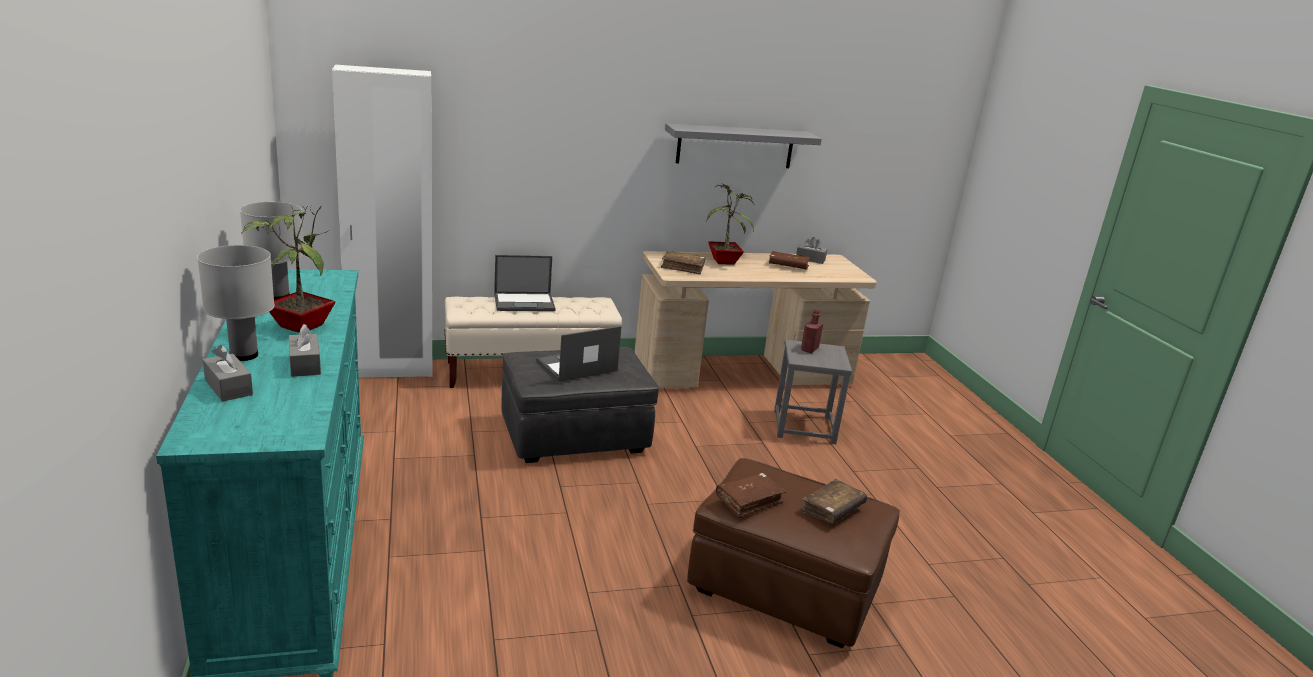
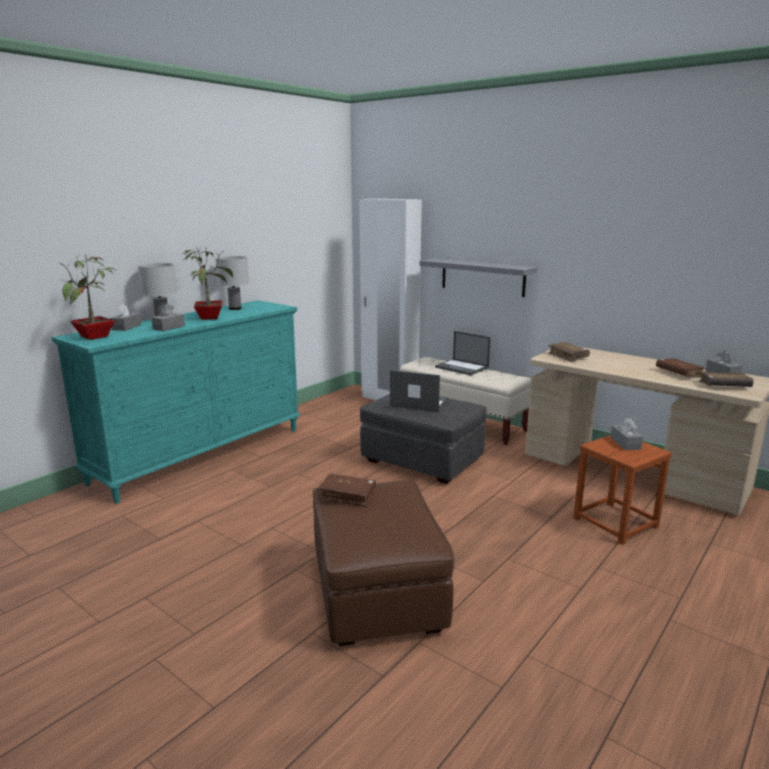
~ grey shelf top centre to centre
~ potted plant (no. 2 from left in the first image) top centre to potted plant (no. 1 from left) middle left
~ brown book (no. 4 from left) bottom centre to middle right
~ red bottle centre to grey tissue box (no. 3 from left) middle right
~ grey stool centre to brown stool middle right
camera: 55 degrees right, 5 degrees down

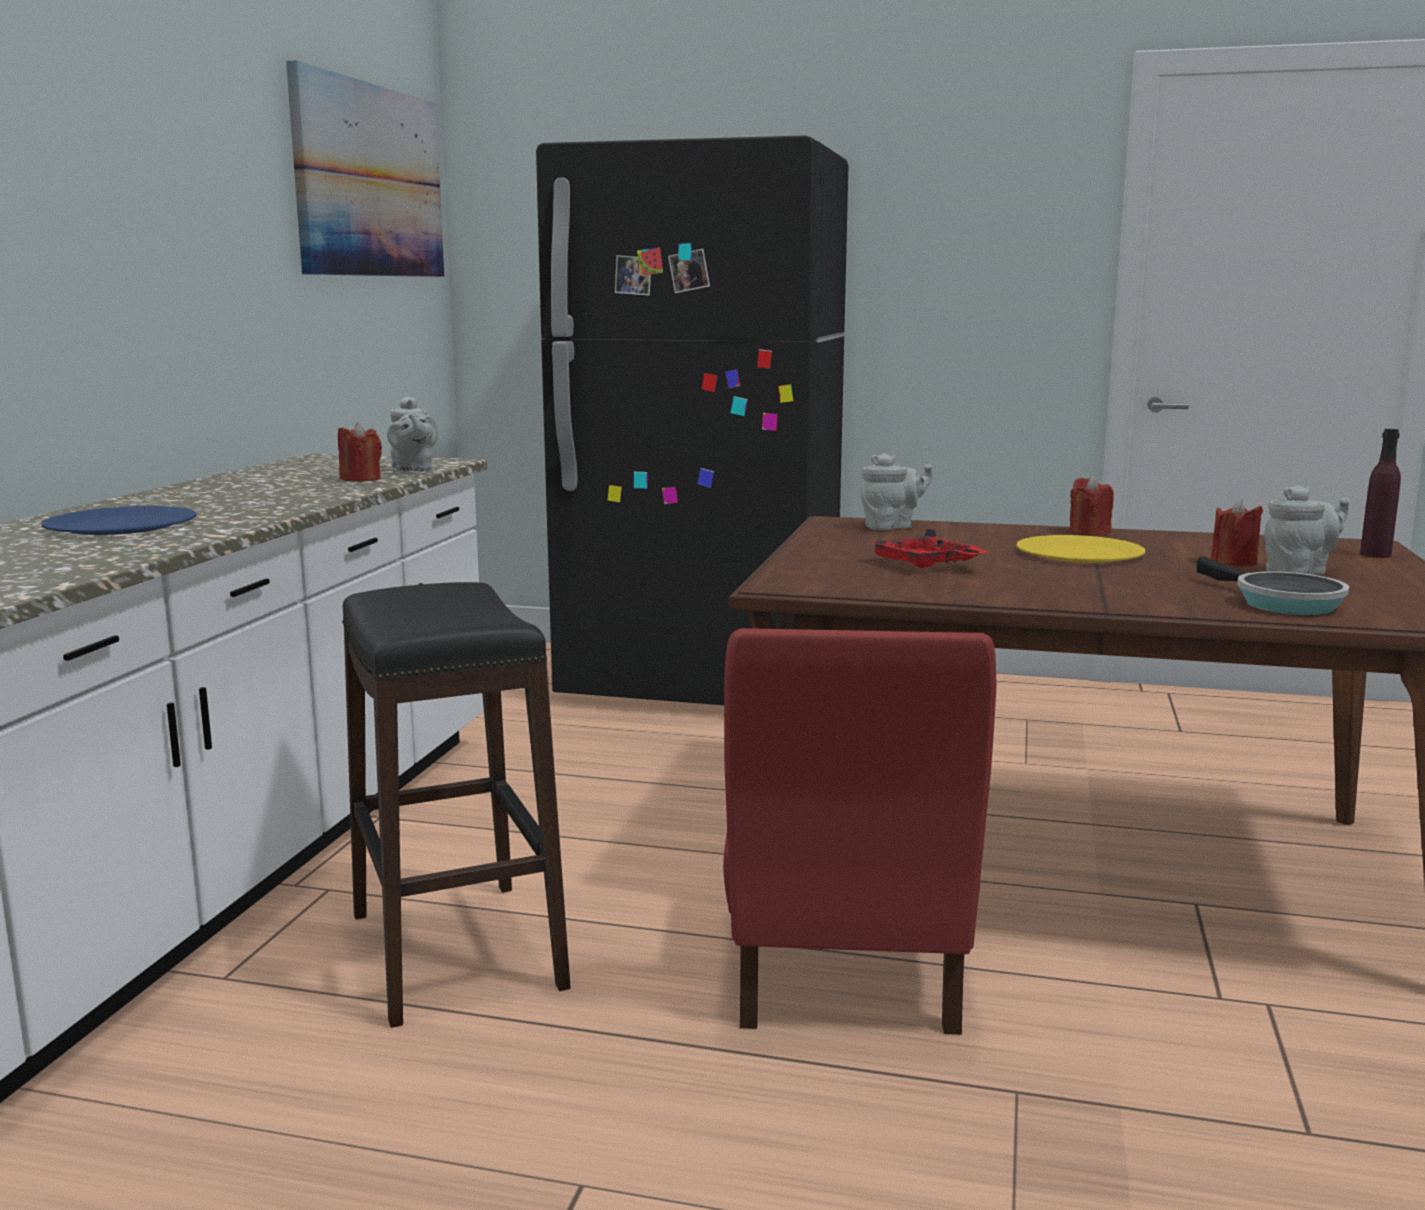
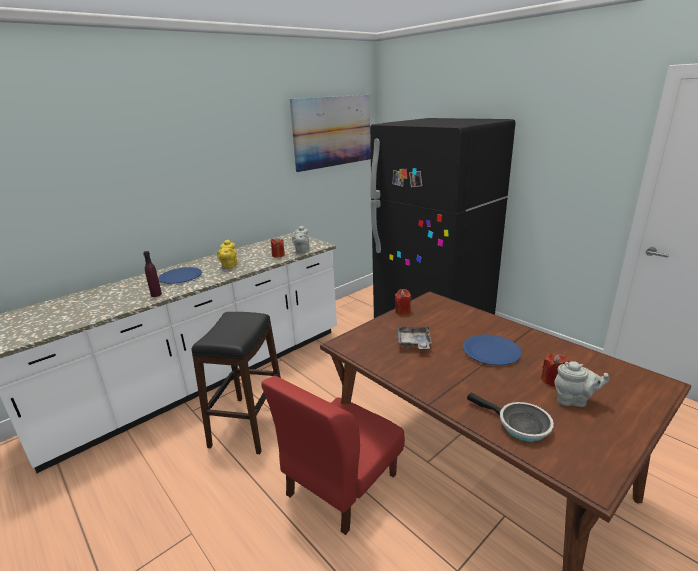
- grey teapot (no. 2 from left) centre
+ yellow teapot middle left
~ red candle (no. 2 from left) middle right to centre
~ purple bottle middle right to middle left
~ red tray centre to grey tray centre
~ yellow plate middle right to blue plate (no. 2 from left) middle right
~ frying pan middle right = bottom right 60 degrees counterclockwise
camera: 35 degrees right, 10 degrees up

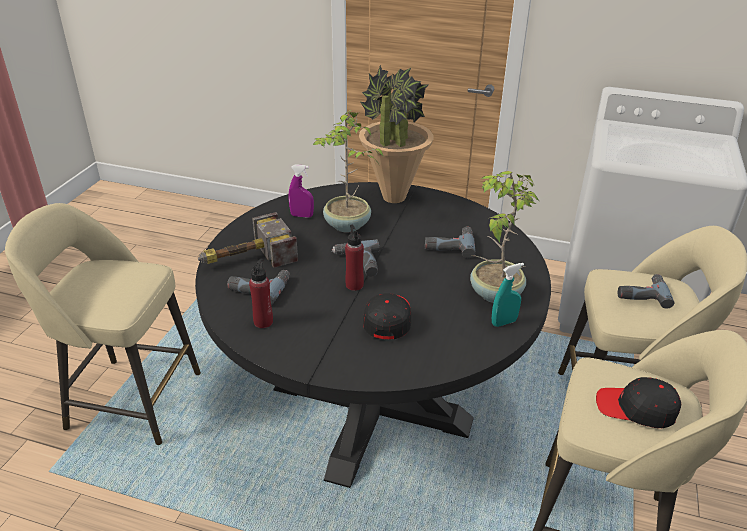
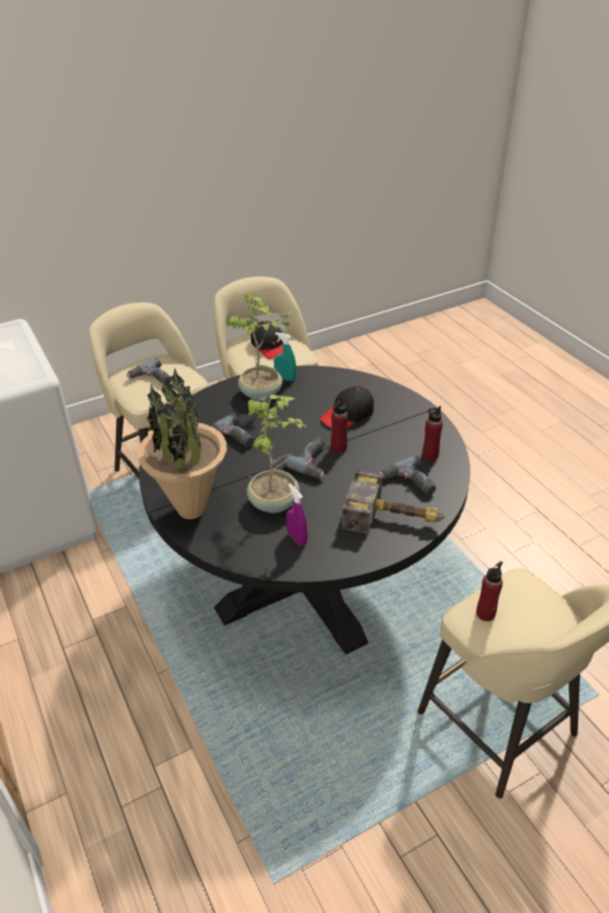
+ red bottle (no. 3 from left) middle right
camera: 135 degrees left, 5 degrees up

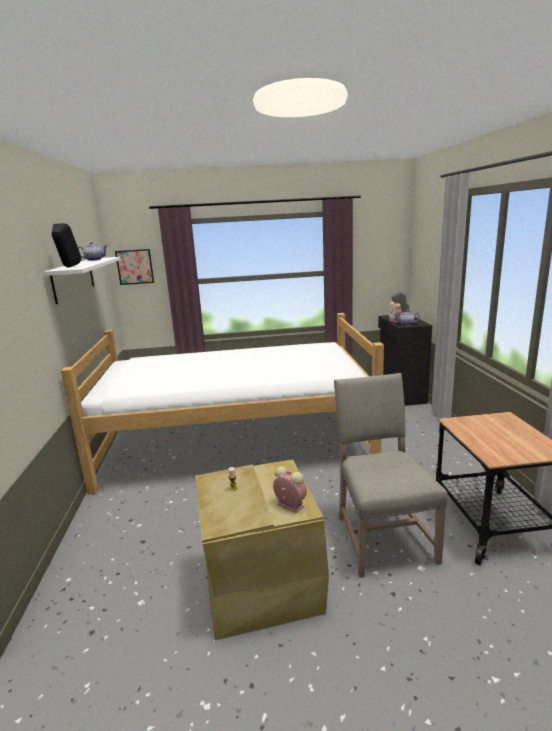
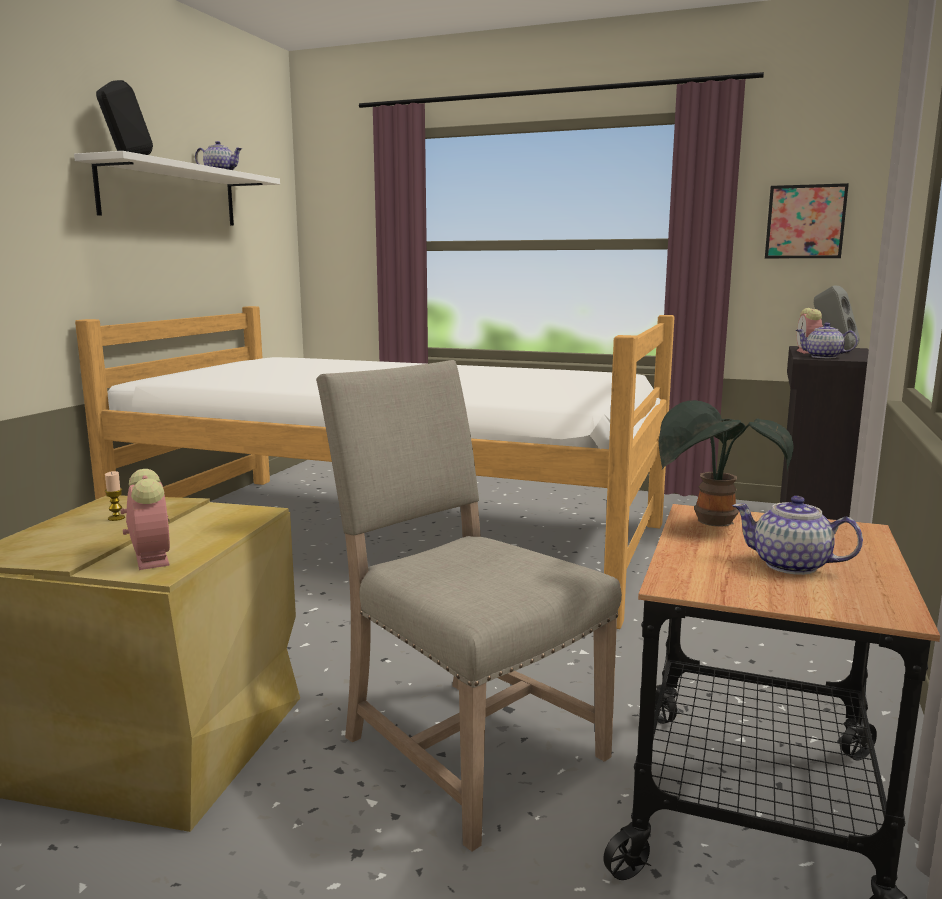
+ potted plant middle right
+ teapot (no. 2 from left) middle right
~ picture middle left to top right
~ beige chair middle right = bottom centre 60 degrees counterclockwise
camera: 25 degrees right, 5 degrees down

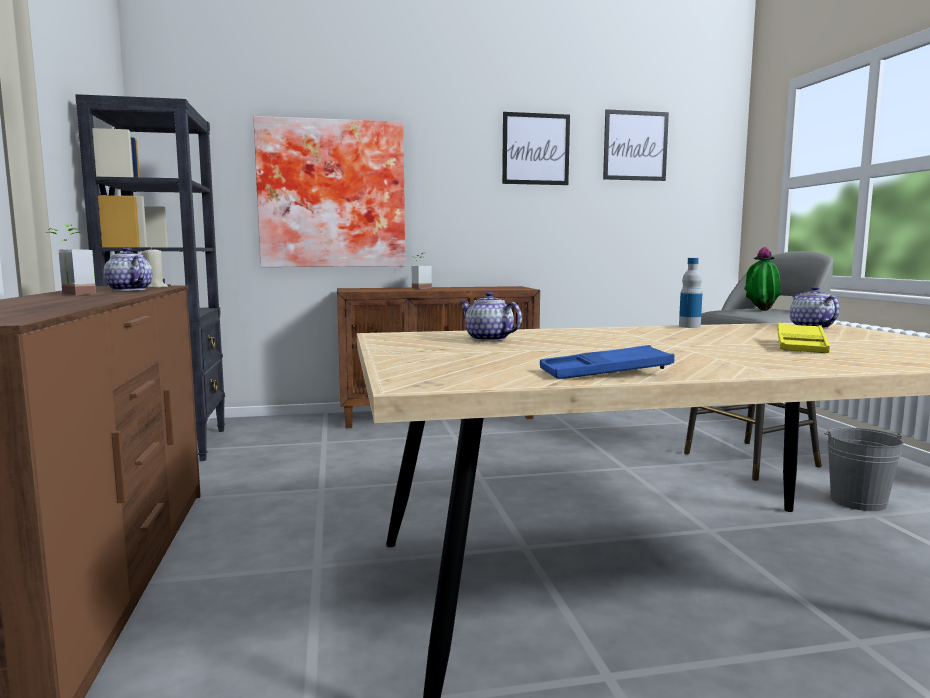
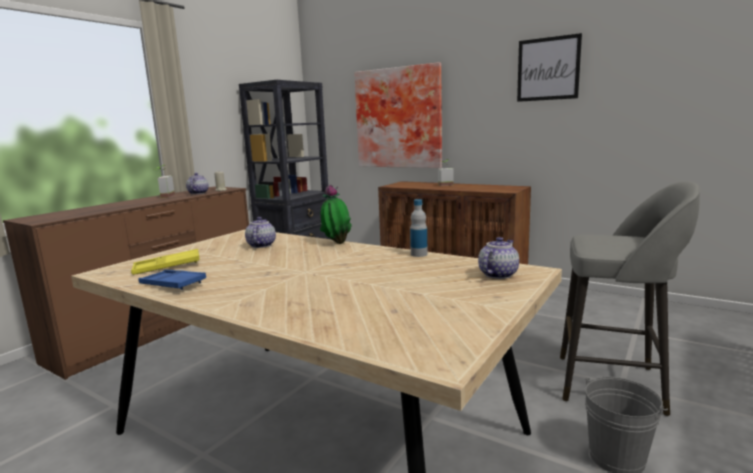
- picture (no. 3 from left) top right
~ potted plant (no. 3 from left in the first image) middle right to potted plant (no. 2 from left) centre
~ yellow tray middle right to middle left
camera: 45 degrees right, 5 degrees up

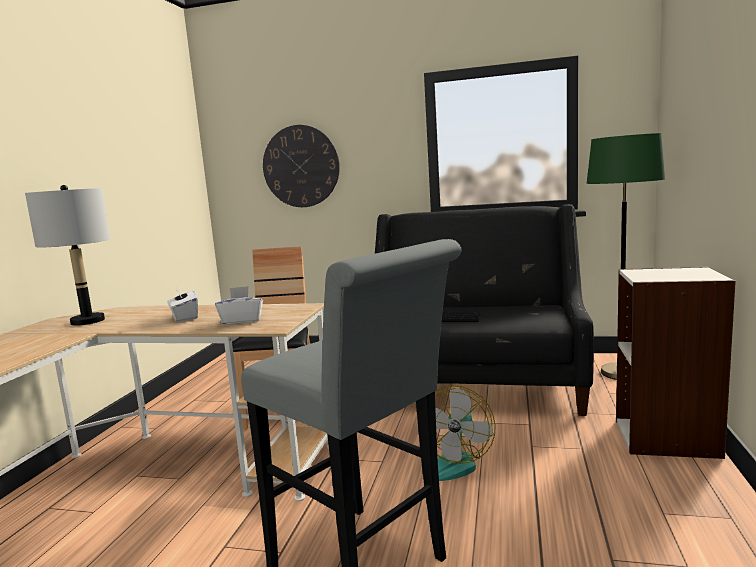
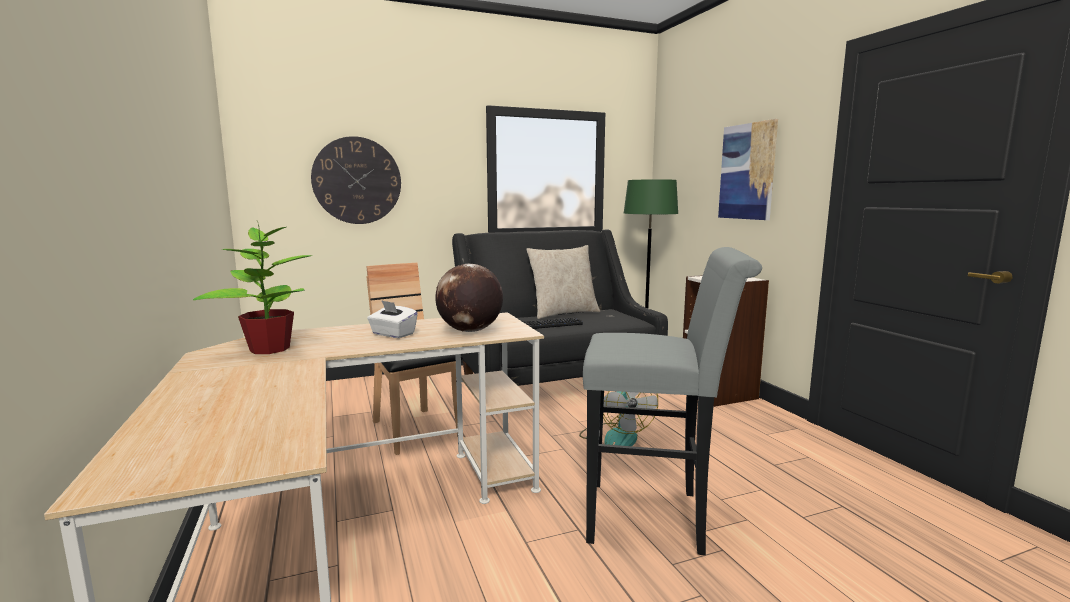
+ beige pillow centre
+ picture top right
~ grey table lamp middle left to potted plant middle left
~ white tissue box (no. 2 from left) middle left to globe centre
camera: 35 degrees left, 0 degrees up

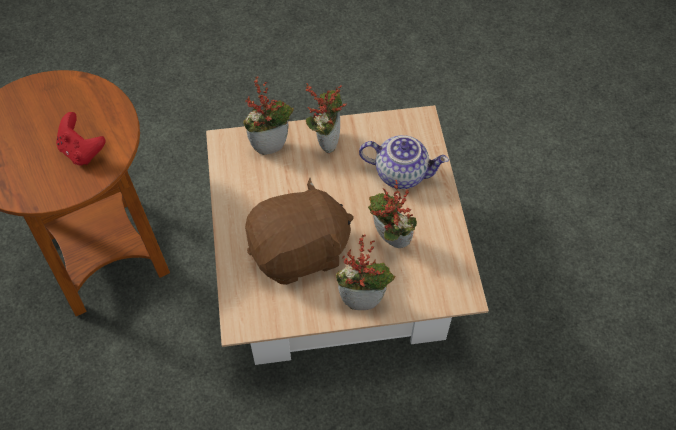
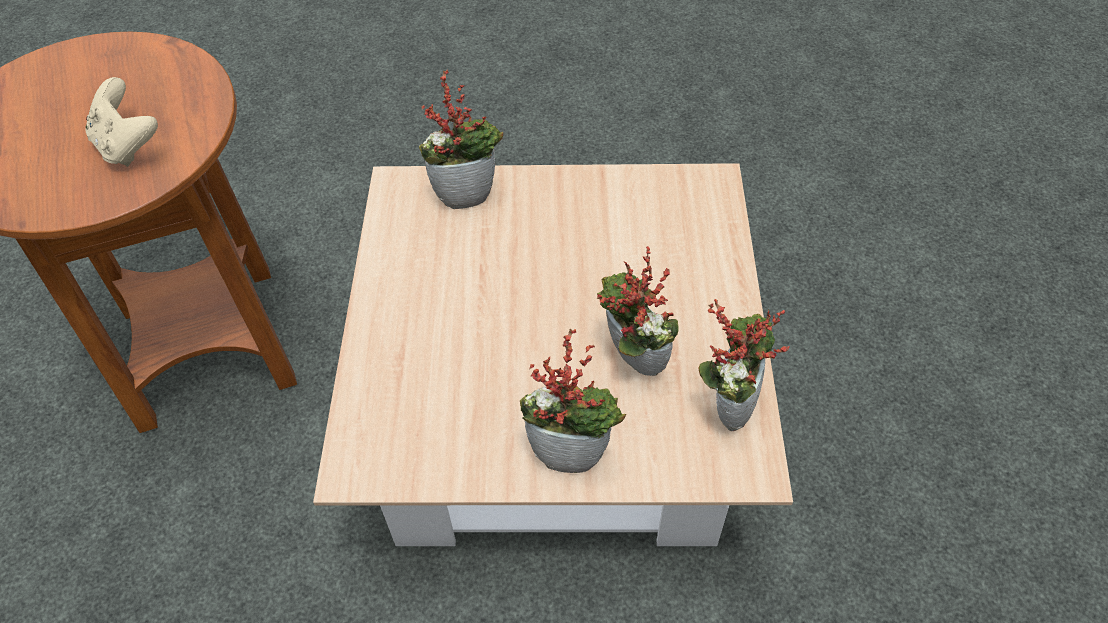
- brown plush toy centre
- teapot centre
~ potted plant (no. 2 from left in the first image) top centre to potted plant (no. 4 from left) middle right
~ red game controller top left to beige game controller top left
camera: 10 degrees right, 5 degrees down

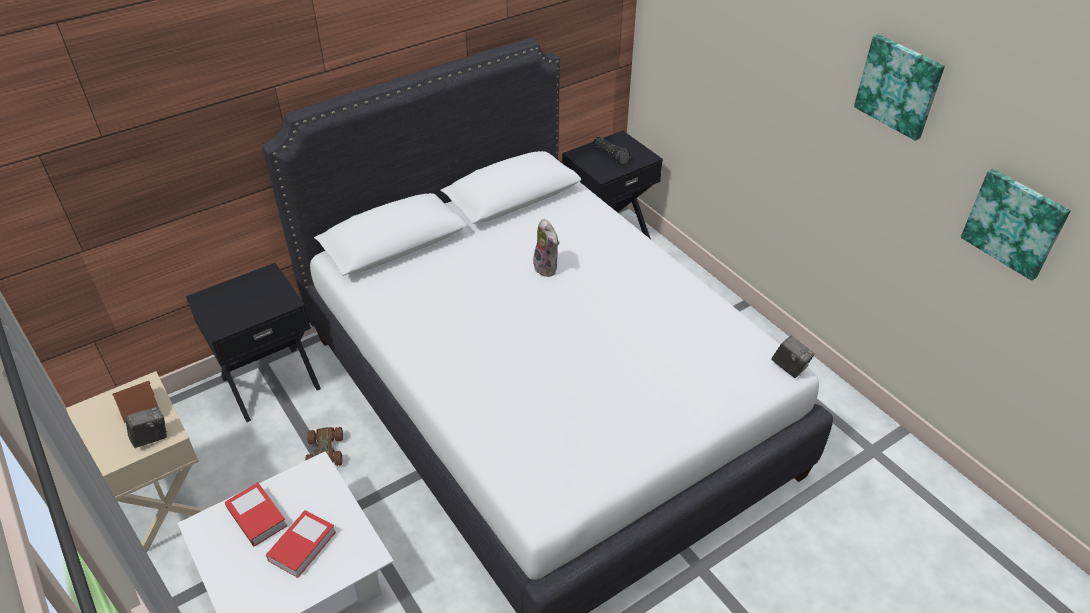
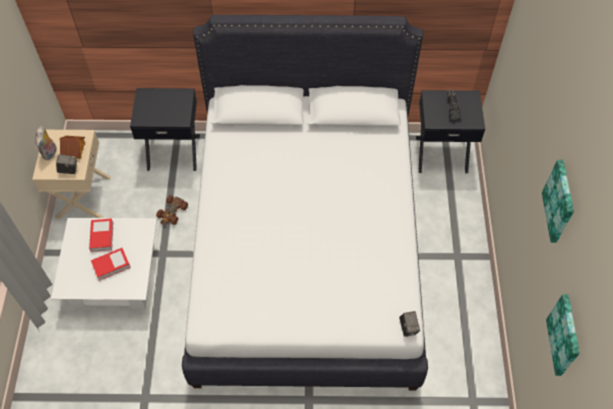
~ plush toy centre to middle left
camera: 35 degrees right, 15 degrees up

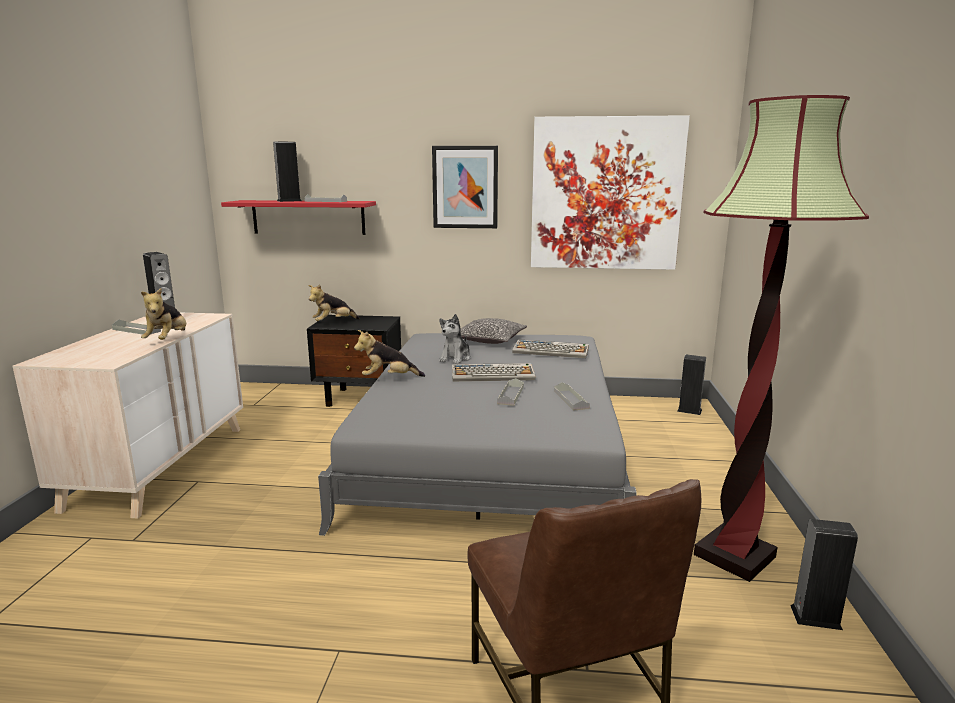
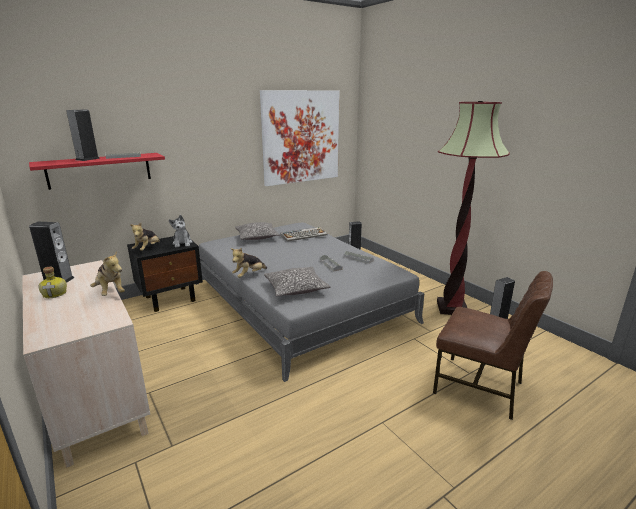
- picture (no. 1 from left) top centre
- keyboard (no. 1 from left) centre
+ pillow (no. 2 from left) centre
~ plush toy (no. 4 from left in the first image) centre to plush toy (no. 3 from left) middle left
~ grey tray (no. 1 from left) middle left to bottle middle left
camera: 40 degrees left, 5 degrees up

